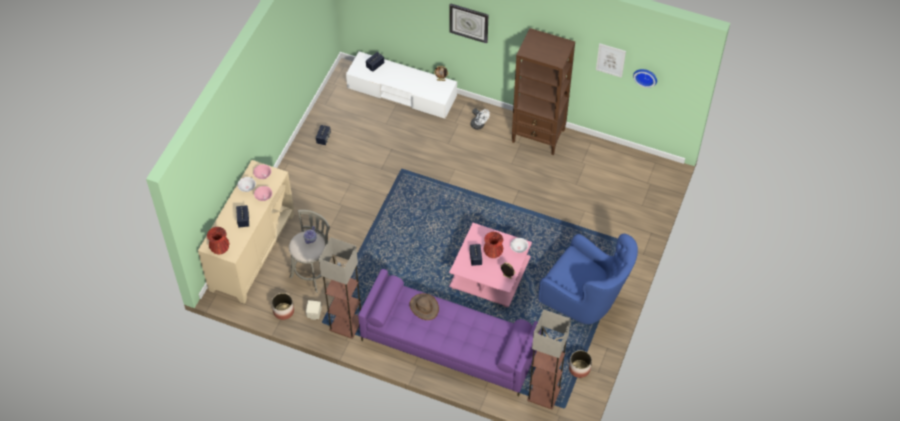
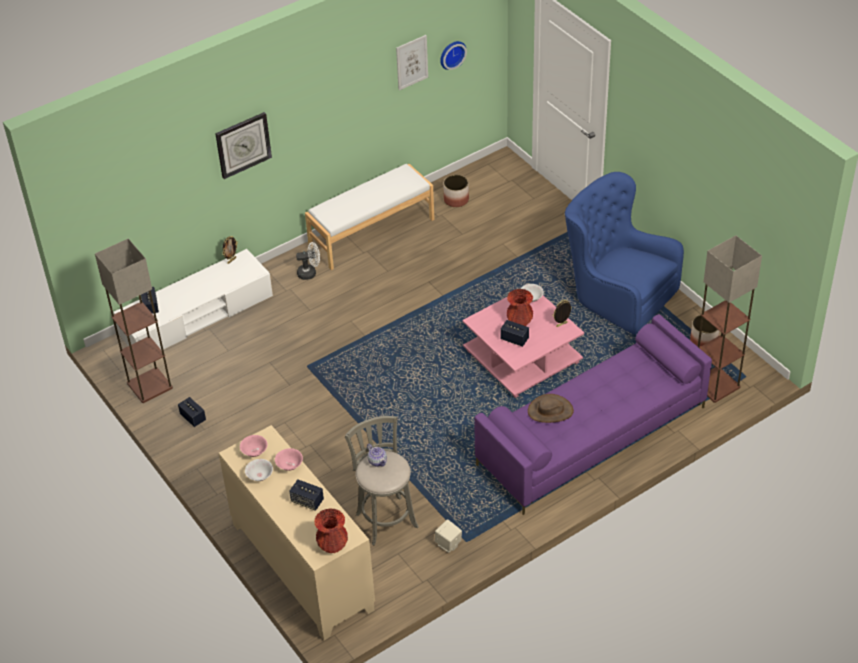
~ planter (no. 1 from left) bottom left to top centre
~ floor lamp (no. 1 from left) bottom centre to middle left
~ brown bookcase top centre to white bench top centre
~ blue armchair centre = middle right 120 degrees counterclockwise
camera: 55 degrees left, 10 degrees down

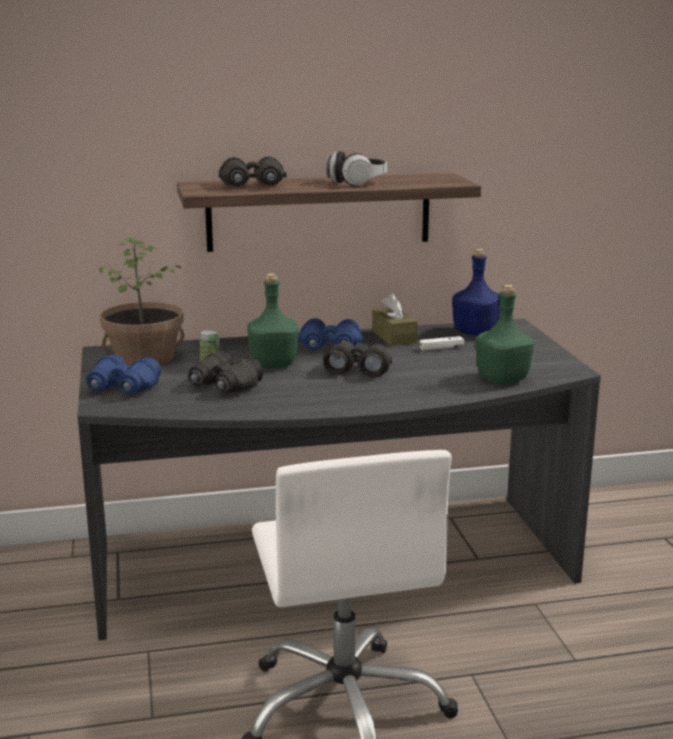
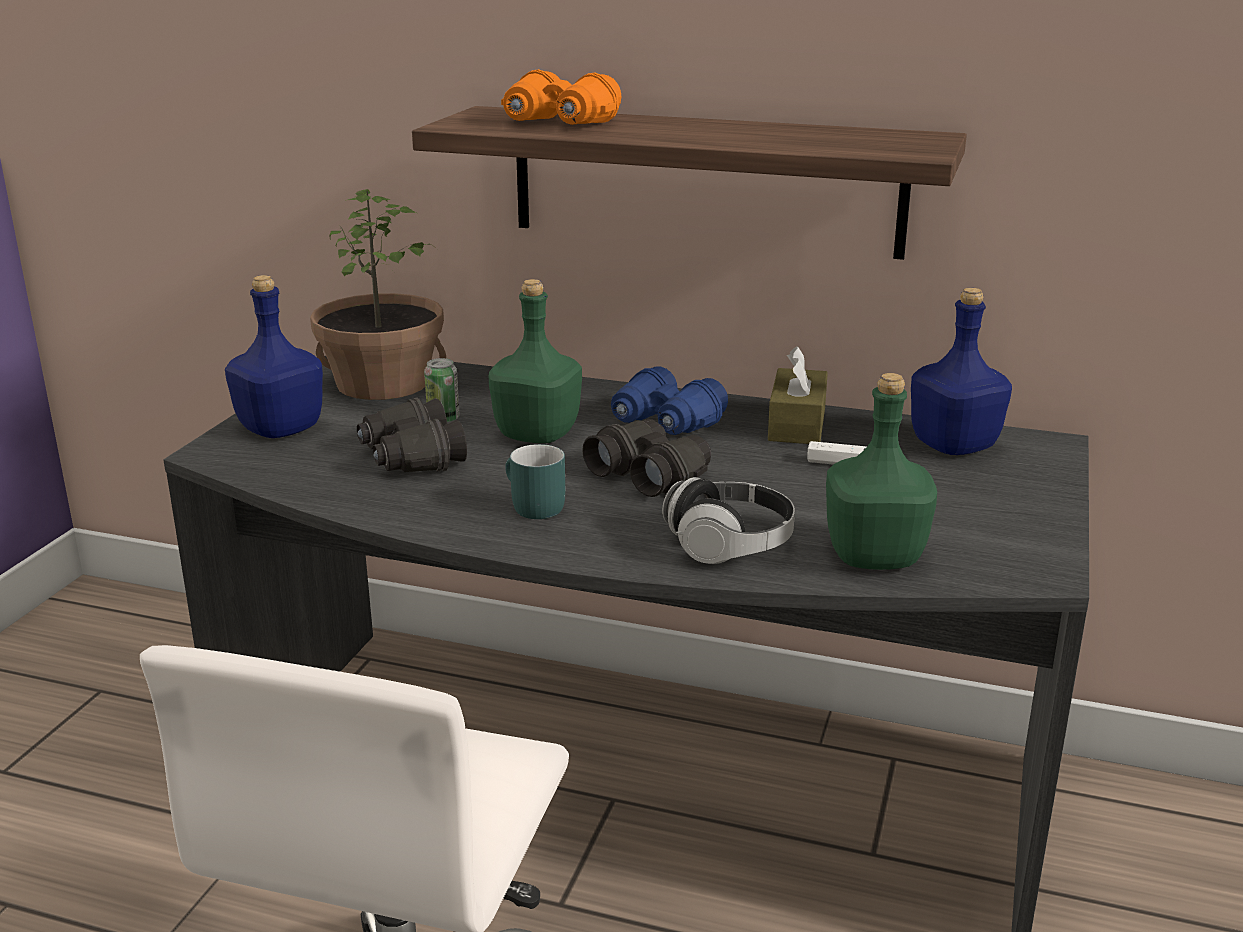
+ turquoise mug centre
~ headphones top centre to centre
~ blue binoculars (no. 1 from left) middle left to blue bottle (no. 1 from left) middle left
~ black binoculars (no. 2 from left) top centre to orange binoculars top centre
camera: 30 degrees right, 5 degrees up

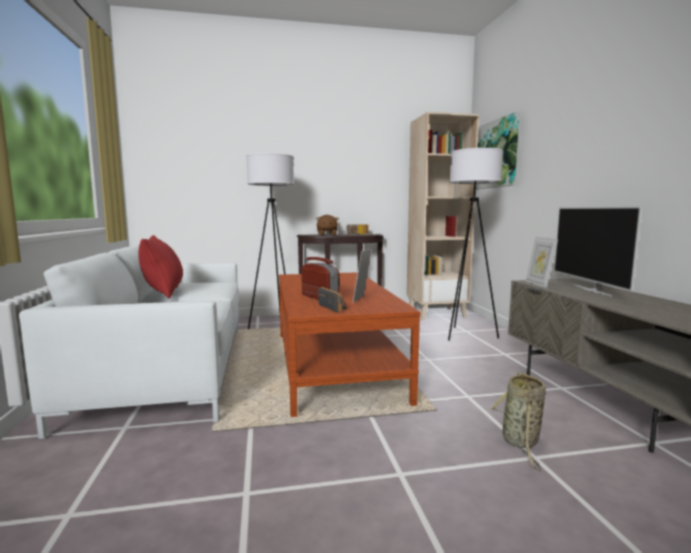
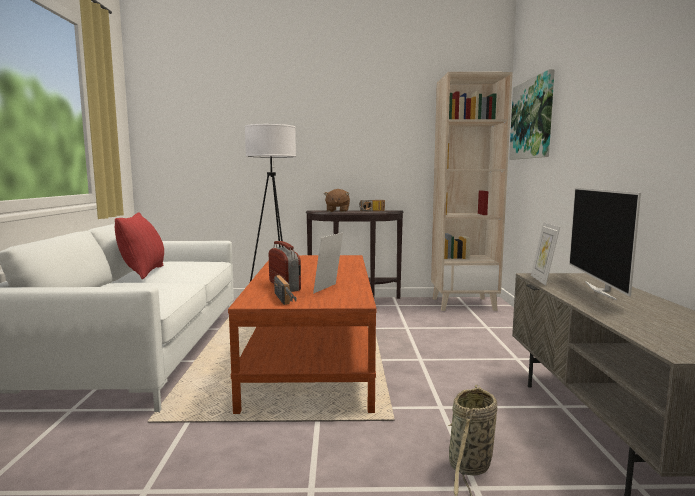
- white floor lamp (no. 2 from left) middle right
camera: 10 degrees right, 0 degrees up

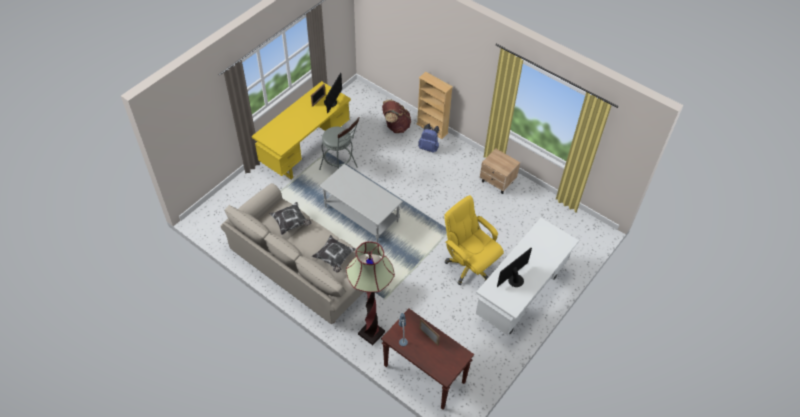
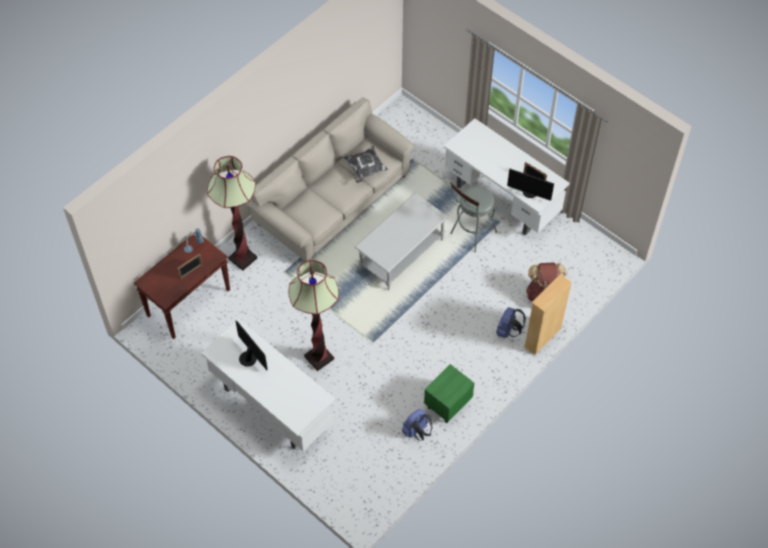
- pillow (no. 2 from left) centre
+ blue backpack (no. 1 from left) bottom centre
~ yellow office chair centre to floor lamp (no. 2 from left) centre
~ yellow desk top centre to white desk (no. 2 from left) top centre
~ beige nightstand centre to green nightstand bottom centre
camera: 95 degrees right, 5 degrees up

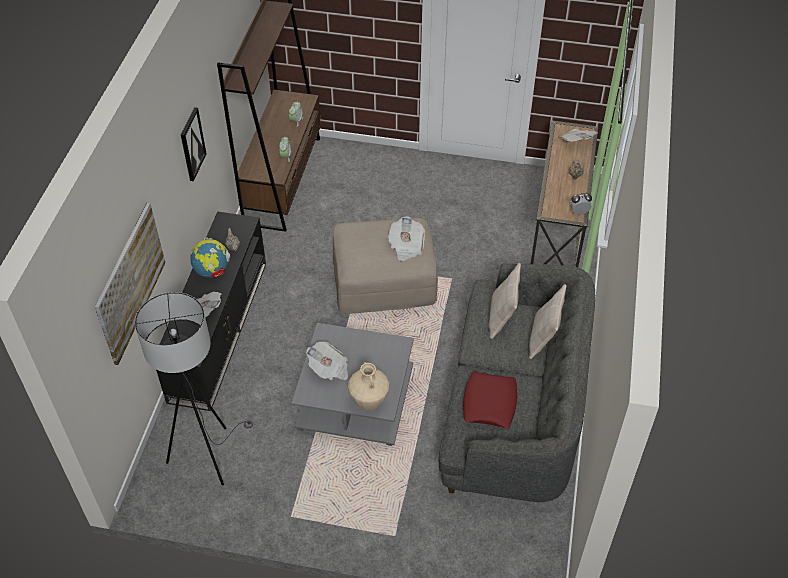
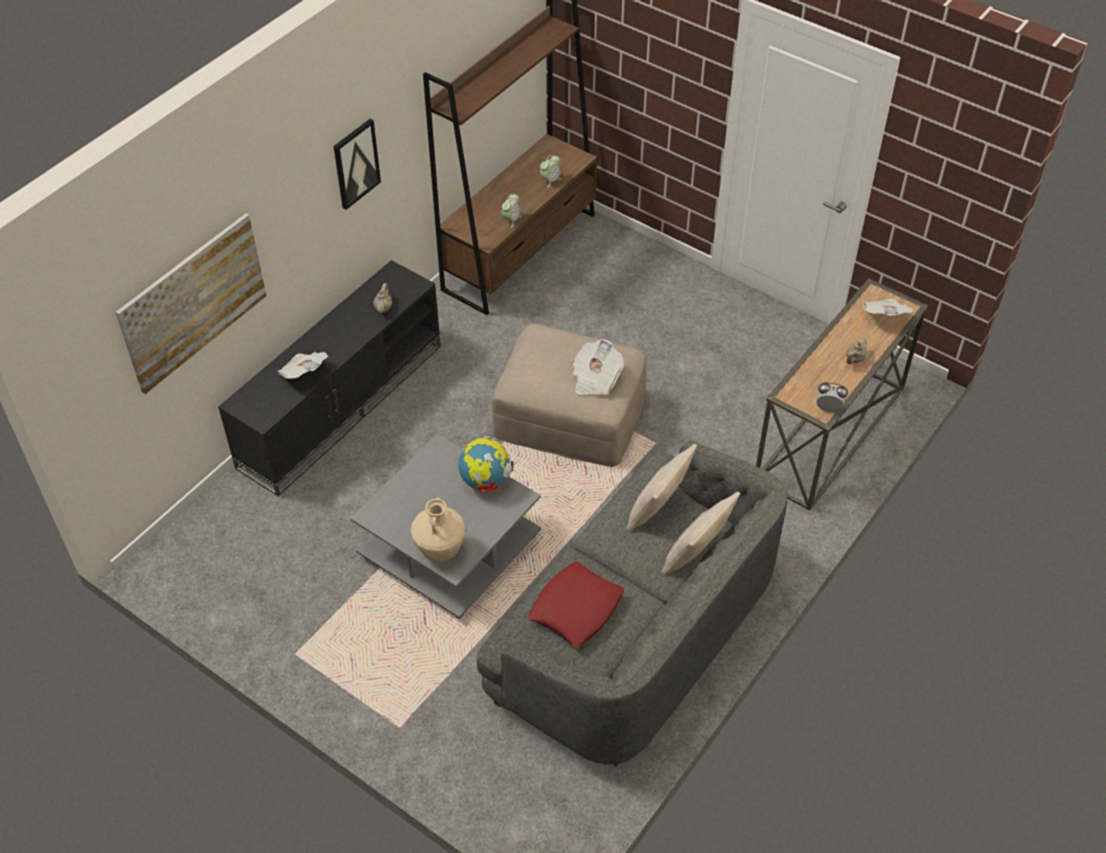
- grey floor lamp bottom left
- newspaper (no. 2 from left) centre
~ globe middle left to centre
camera: 25 degrees right, 0 degrees up

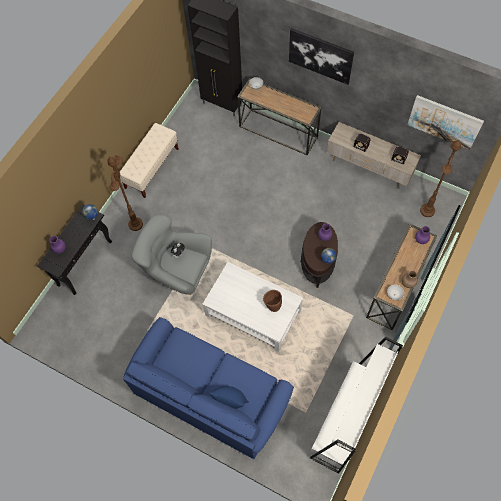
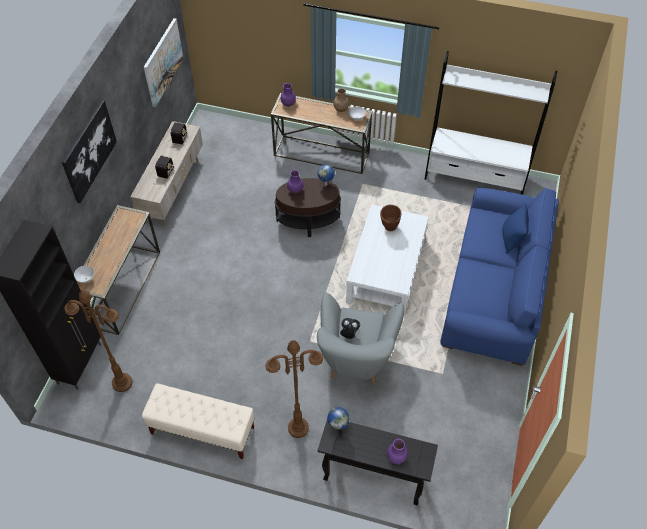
~ brown floor lamp (no. 2 from left in the first image) middle right to brown floor lamp (no. 1 from left) middle left
camera: 105 degrees left, 10 degrees down

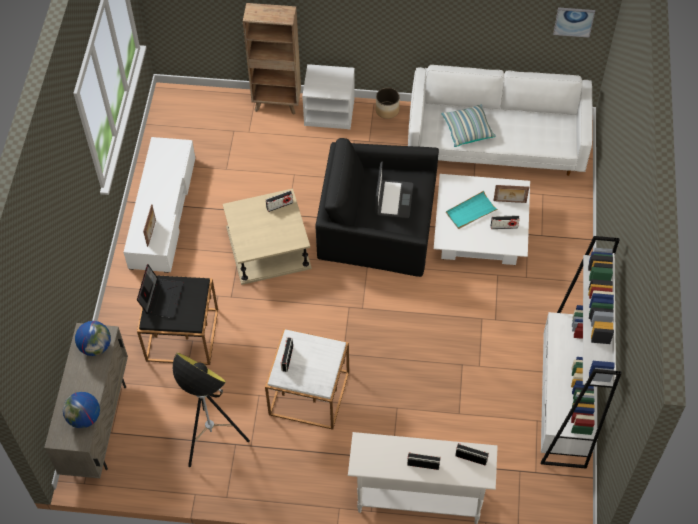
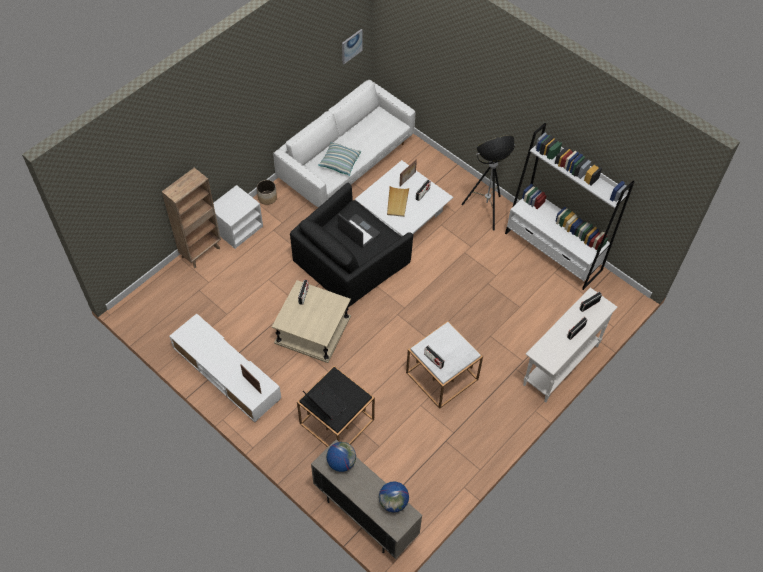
~ floor lamp bottom left to top centre
~ turquoise tray middle right to beige tray centre
camera: 55 degrees left, 0 degrees up

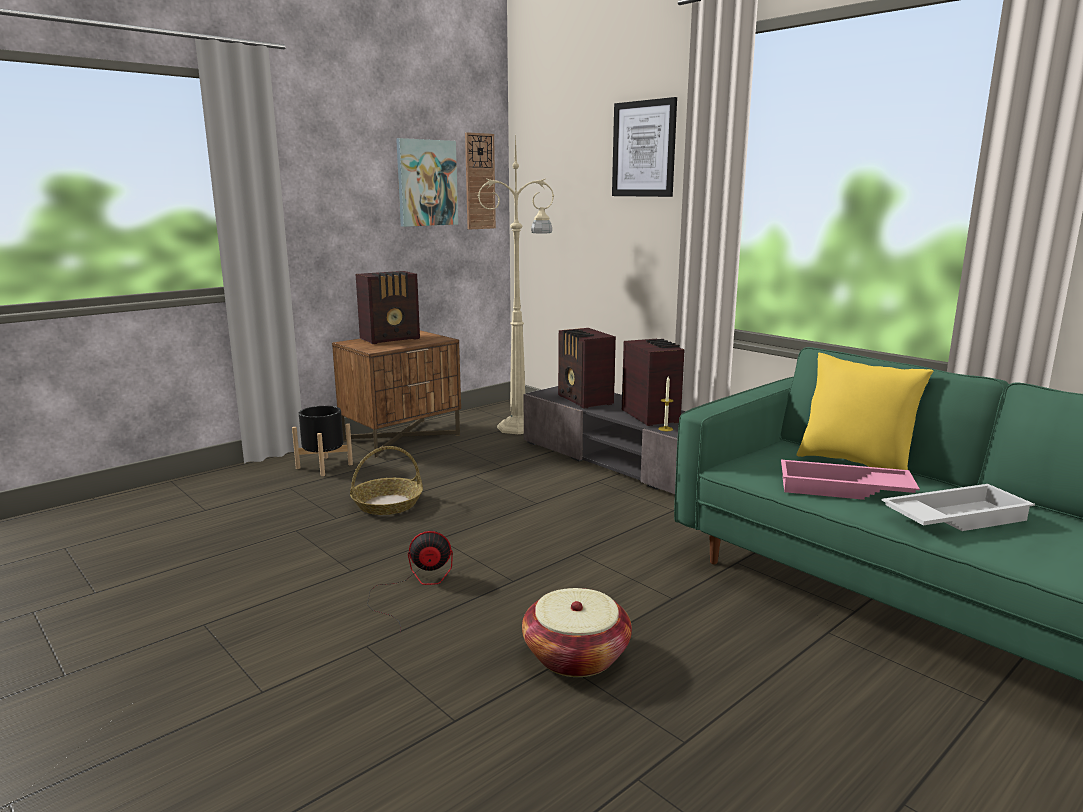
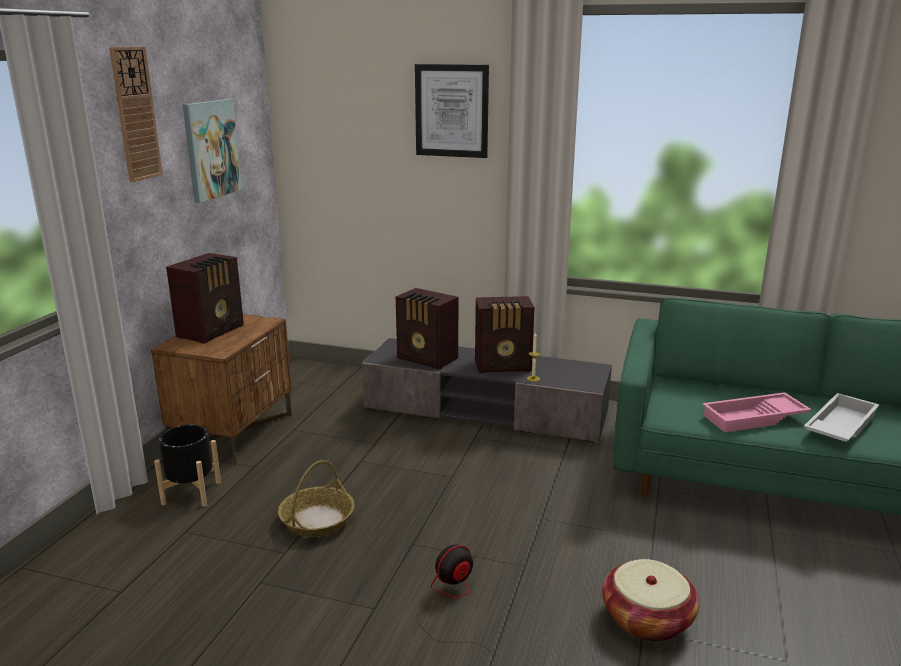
- beige floor lamp centre
- yellow pillow middle right
~ wall clock top centre to top left
~ radio (no. 3 from left) centre = centre 135 degrees clockwise
camera: 30 degrees left, 5 degrees up

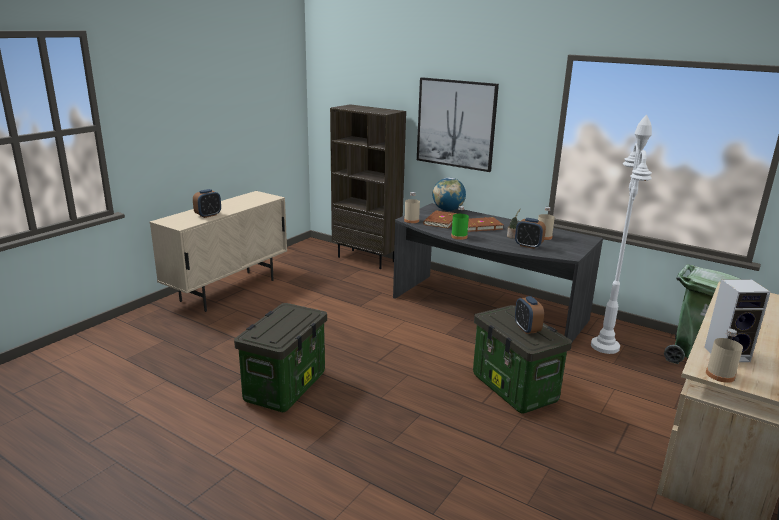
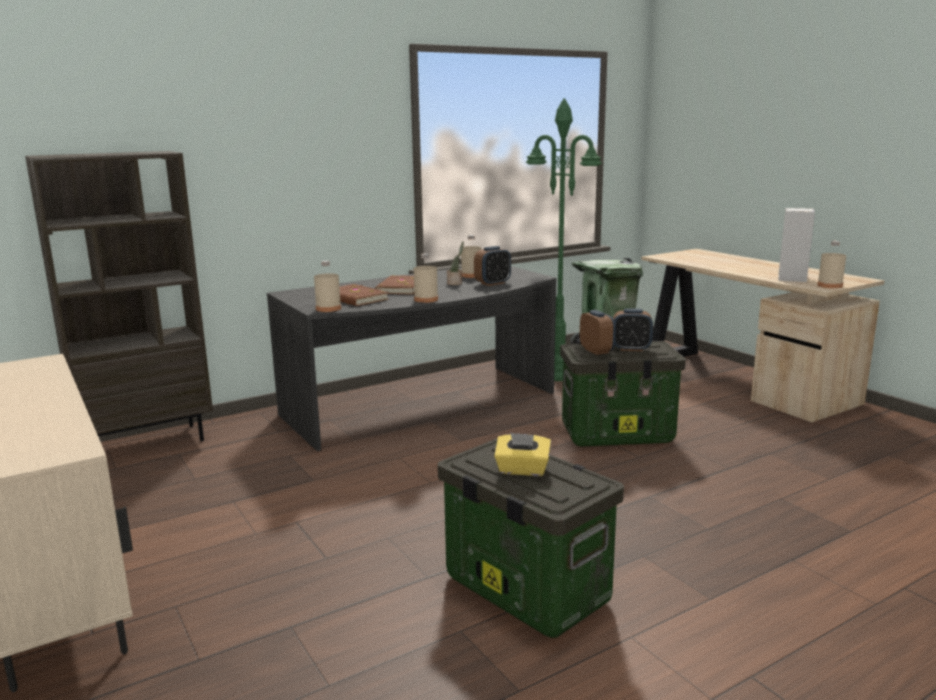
- picture top centre
- globe centre
+ yellow tissue box centre
~ alarm clock (no. 1 from left in the first image) middle left to alarm clock (no. 2 from left) centre
~ green bottle centre to beige bottle (no. 2 from left) centre
~ white floor lamp middle right to green floor lamp centre
camera: 65 degrees left, 5 degrees down

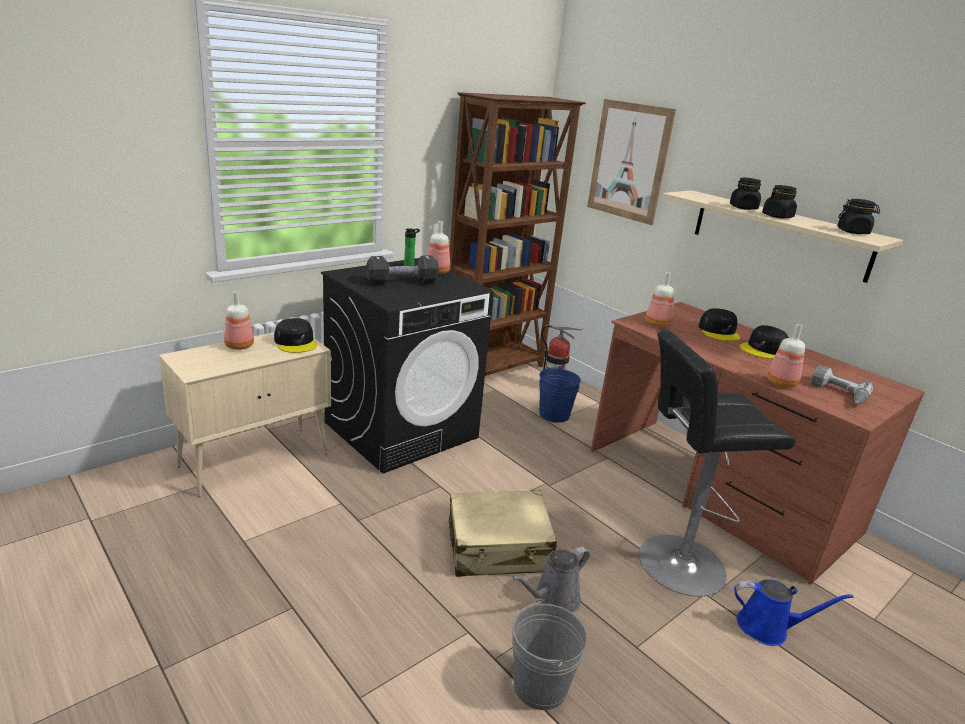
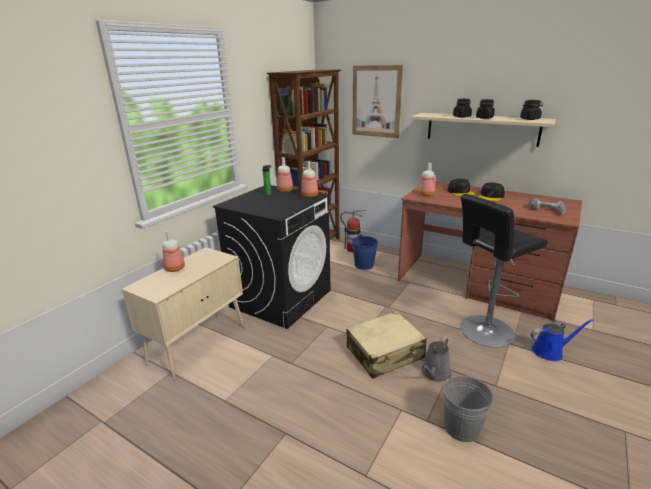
- black cap (no. 1 from left) middle left
- black dumbbell centre
~ bottle (no. 5 from left in the first image) middle right to bottle (no. 4 from left) centre
camera: 15 degrees left, 0 degrees up

